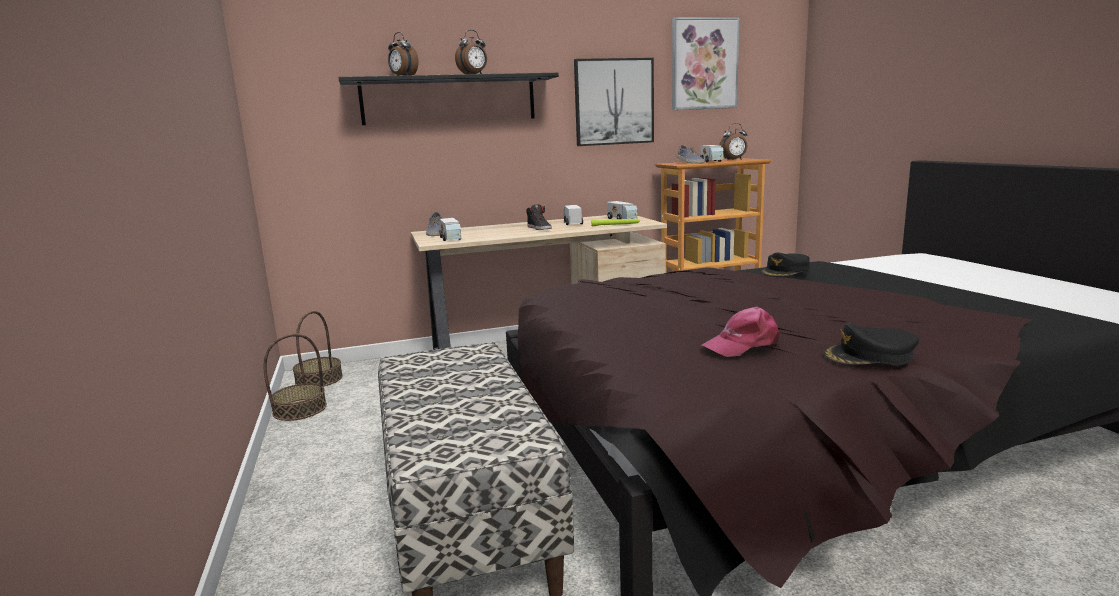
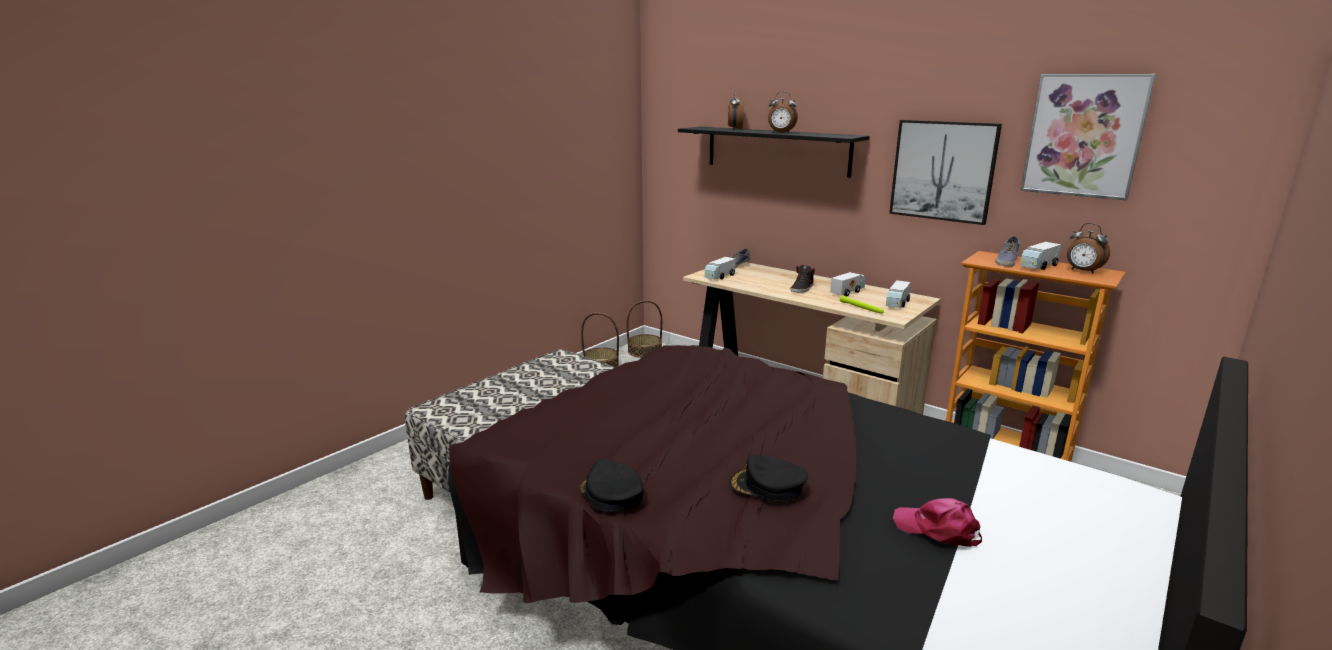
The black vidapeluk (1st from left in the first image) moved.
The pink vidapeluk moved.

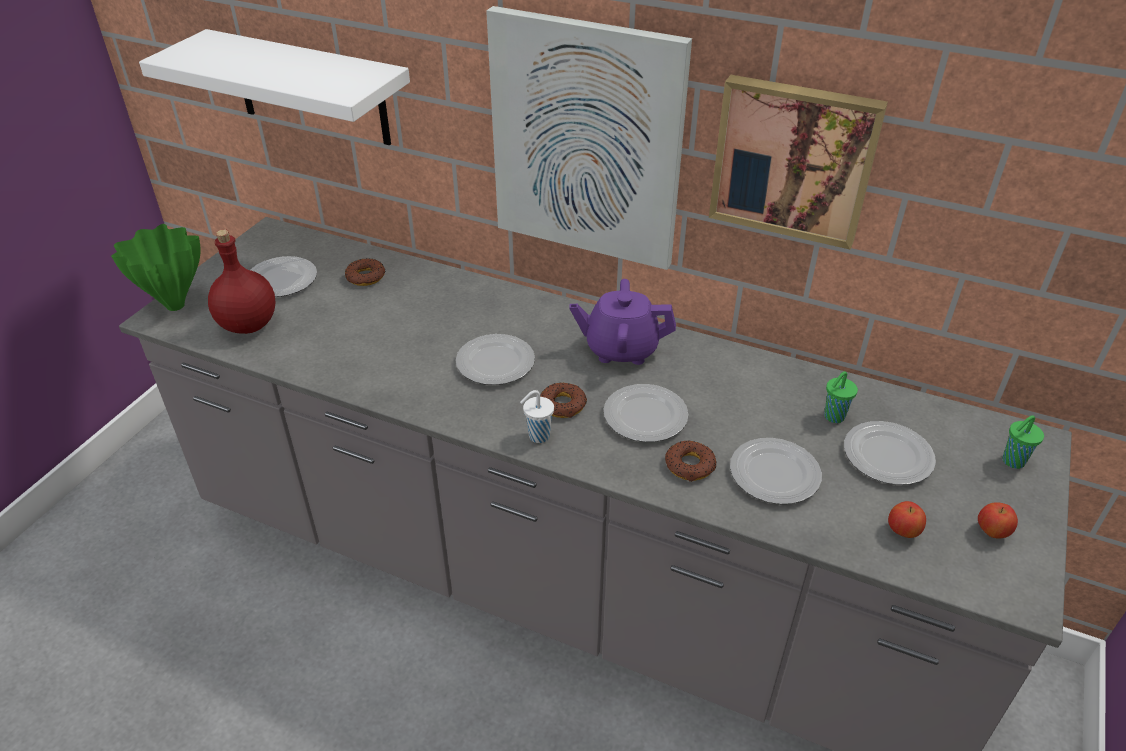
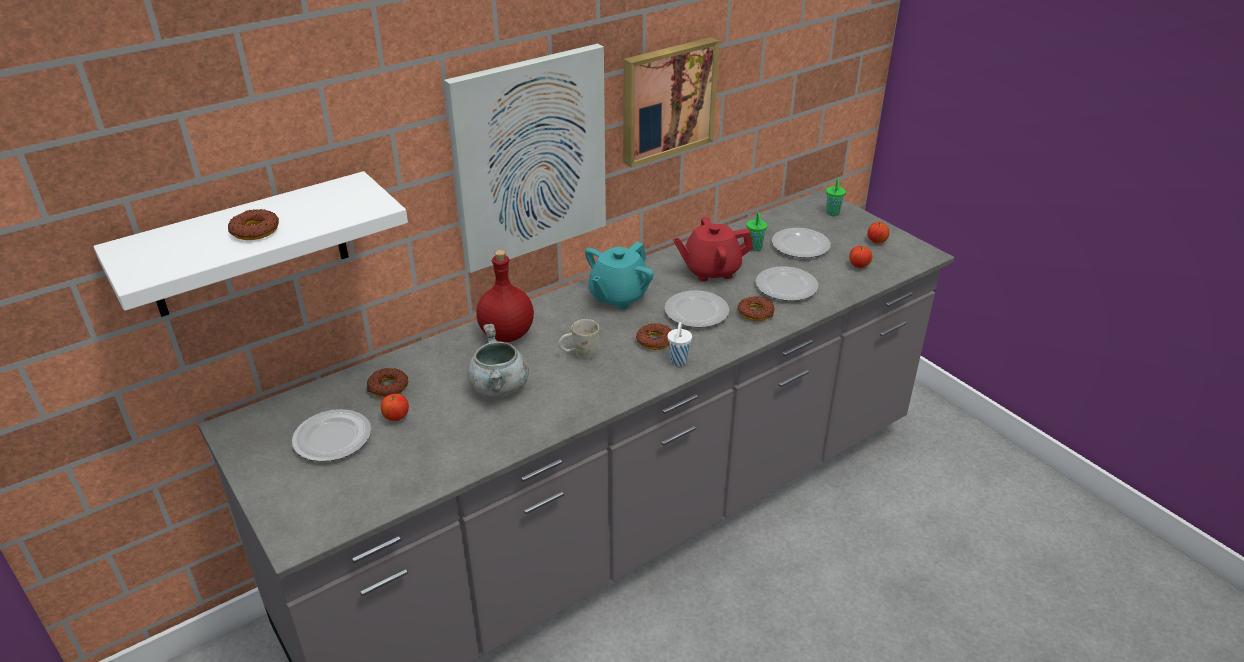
The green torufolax disappeared.
The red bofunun moved.
The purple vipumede became the turquoise vipumede.
The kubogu (2nd from left) was replaced by the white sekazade.
The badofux (1st from left) appeared.
The red vipumede appeared.
The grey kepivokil appeared.
The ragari (1st from left) appeared.

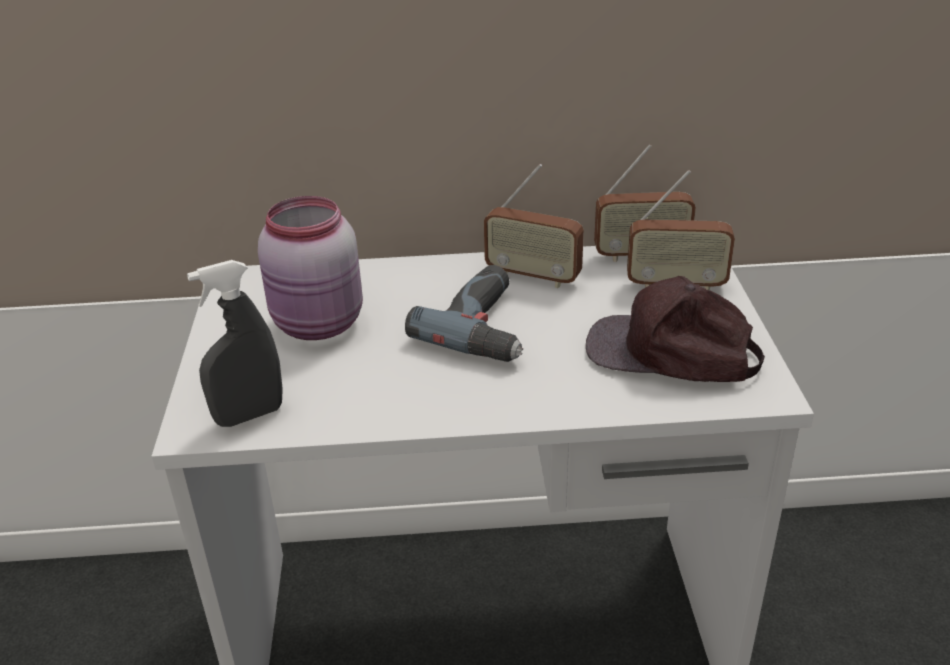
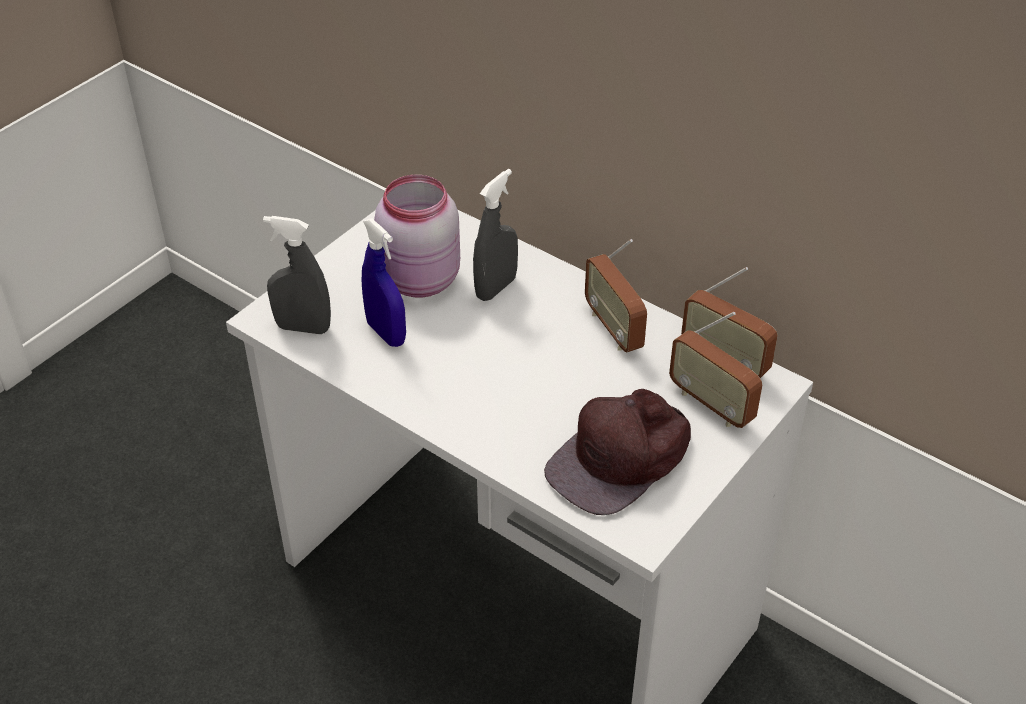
The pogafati disappeared.
The brown vidapeluk turned 105 degrees counterclockwise.
The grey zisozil (2nd from left) appeared.
The blue zisozil appeared.

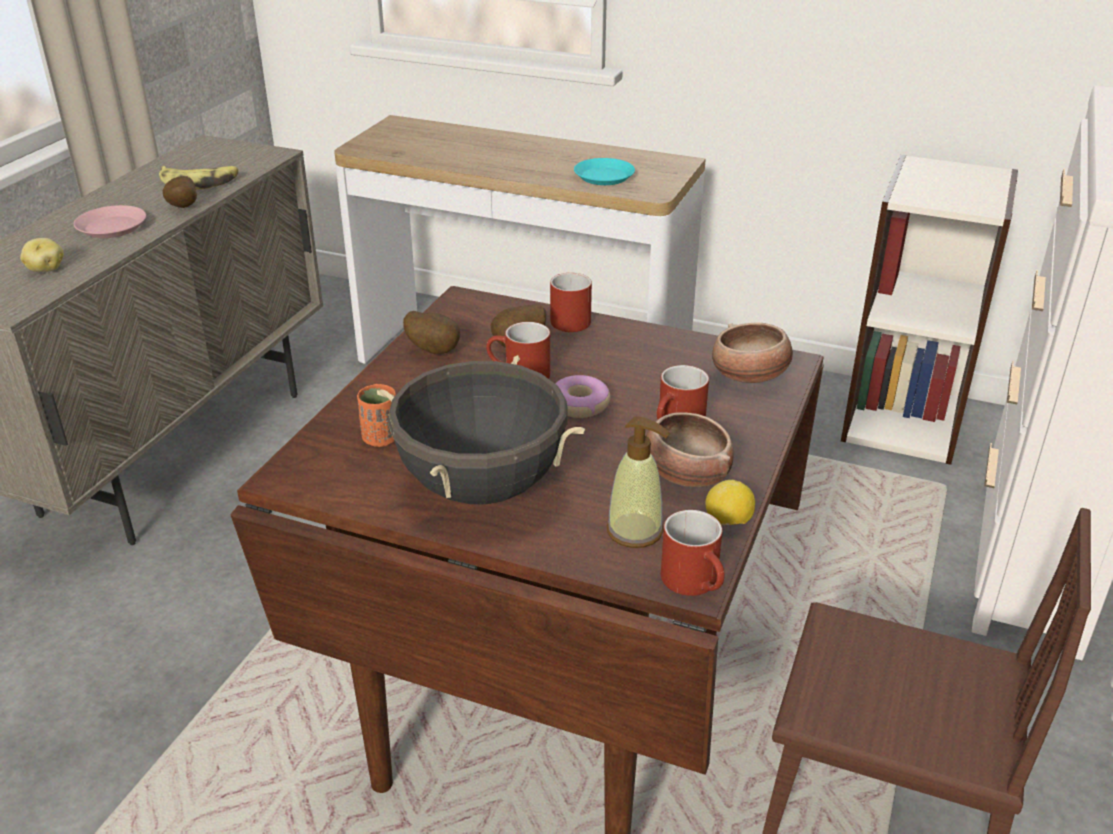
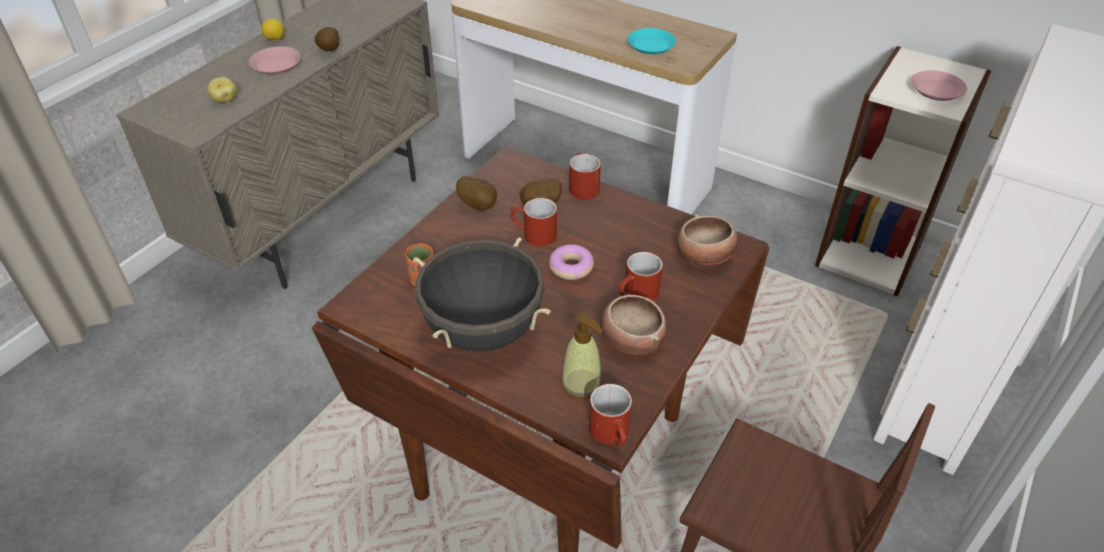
The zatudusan disappeared.
The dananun moved.
The pink kubogu (2nd from left) appeared.

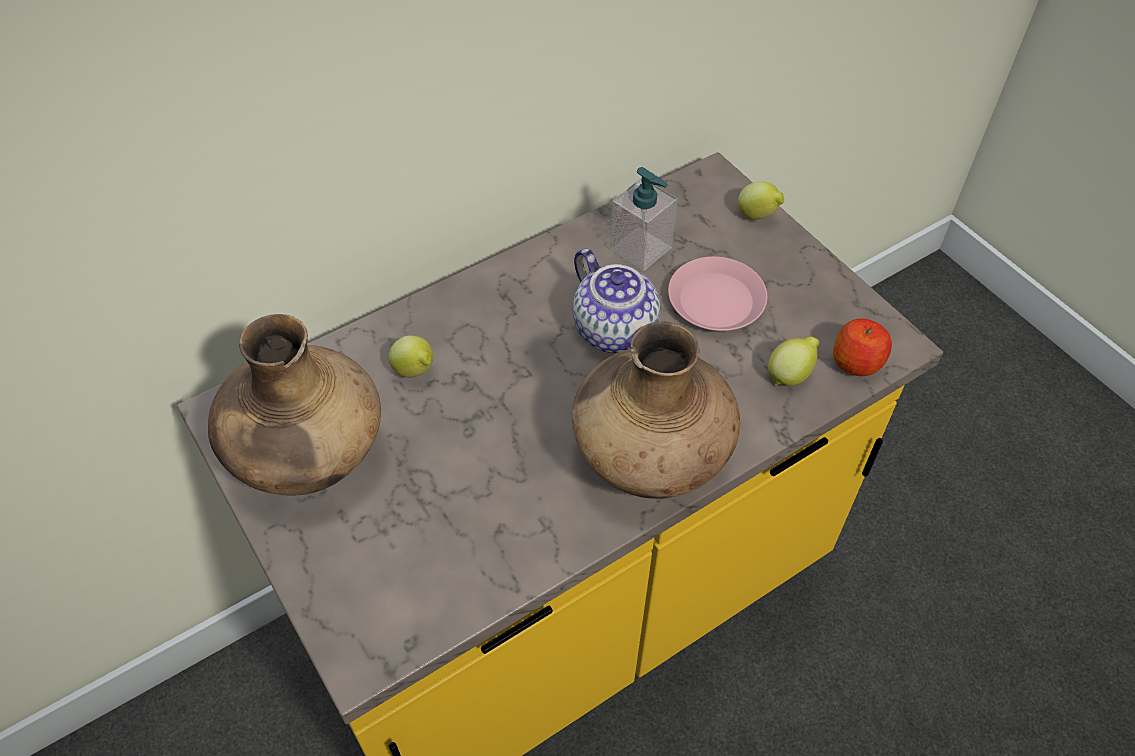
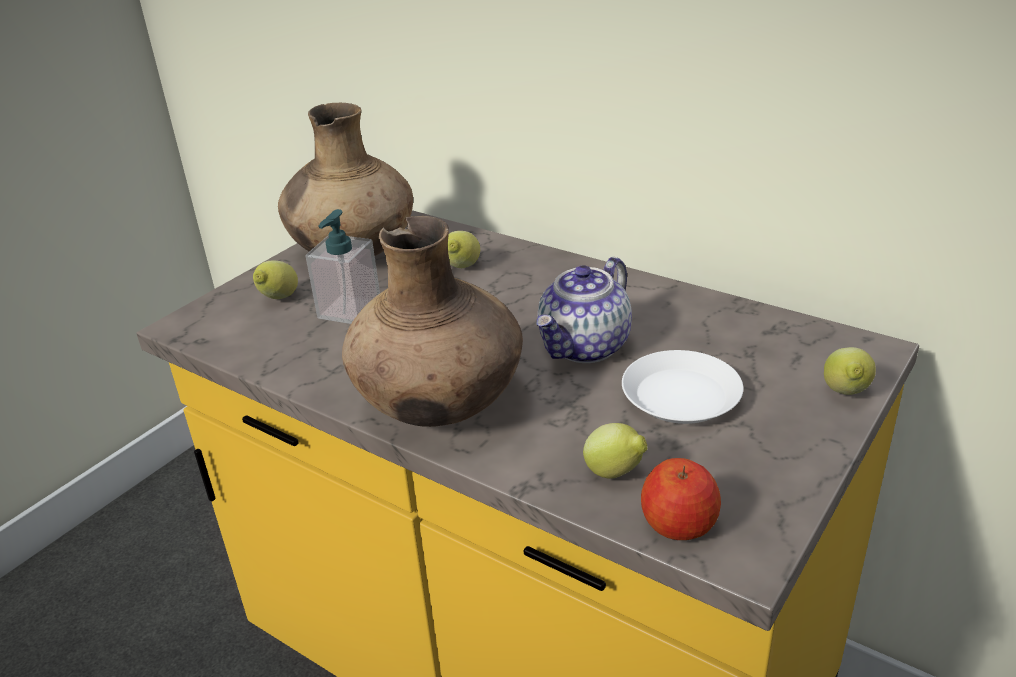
The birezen moved.
The pink kubogu became the white kubogu.
The dananun (1st from left) appeared.

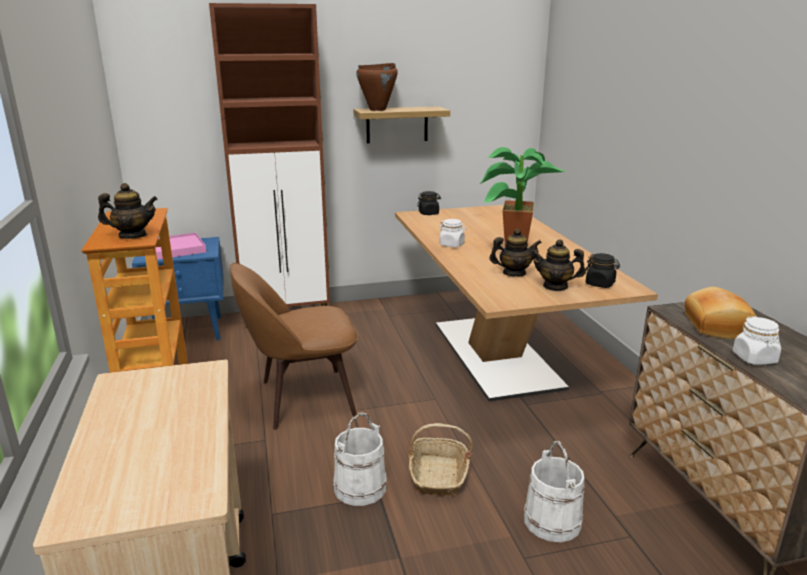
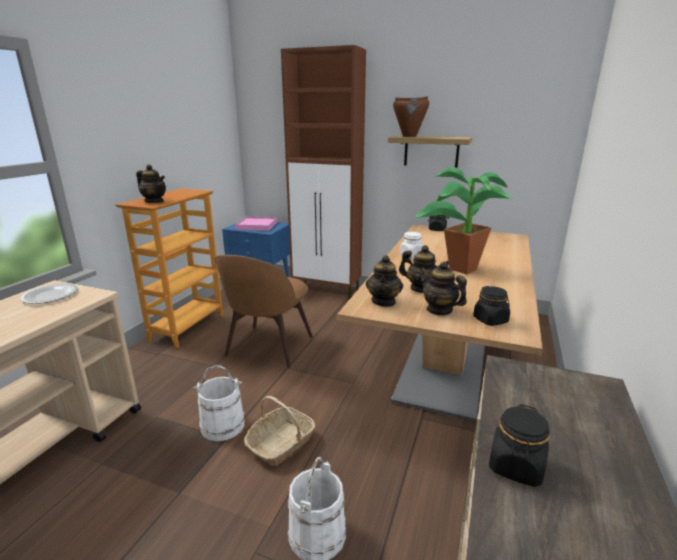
The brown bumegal turned 90 degrees counterclockwise.
The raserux disappeared.
The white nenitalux (2nd from left) became the black nenitalux (3rd from left).
The vipumede (2nd from left) appeared.
The kubogu appeared.

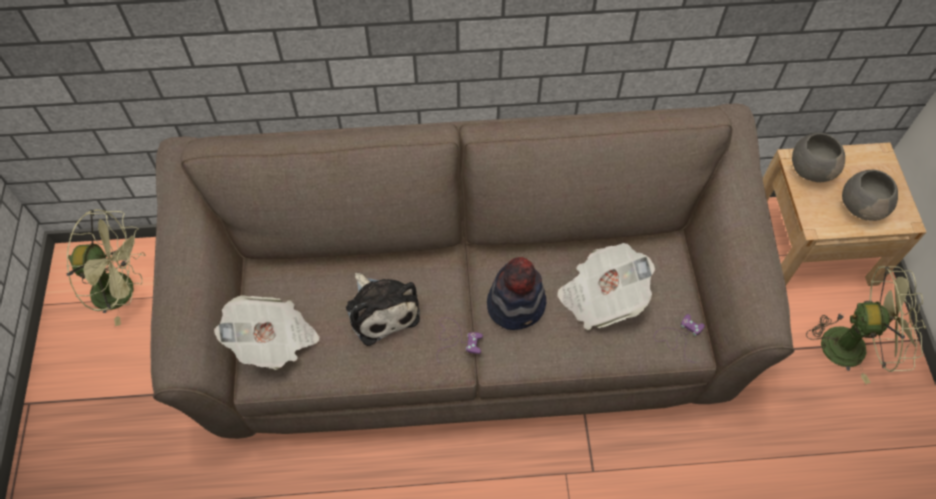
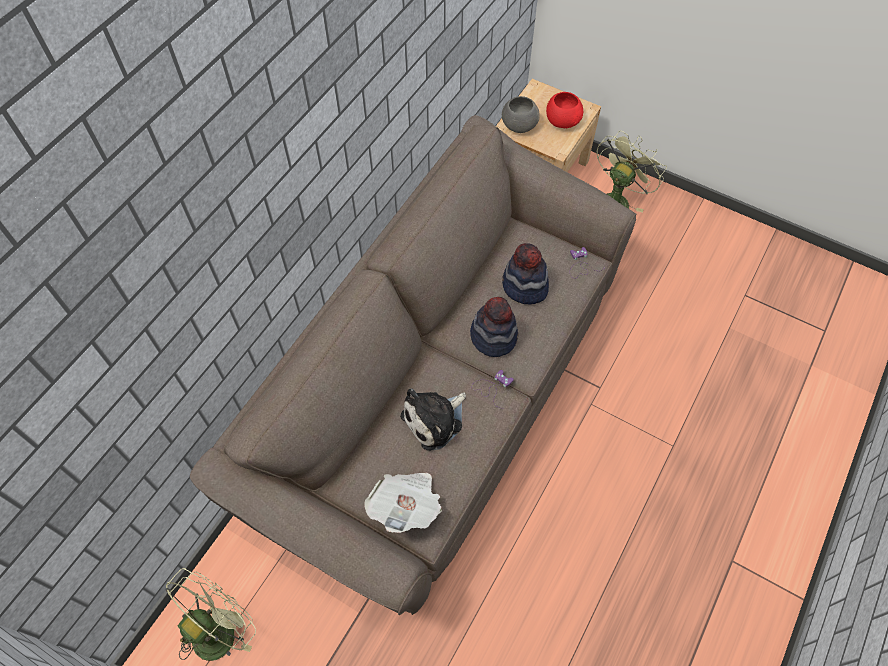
The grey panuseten (2nd from left) became the red panuseten.
The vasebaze (2nd from left) was replaced by the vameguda (2nd from left).
The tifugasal turned 135 degrees clockwise.

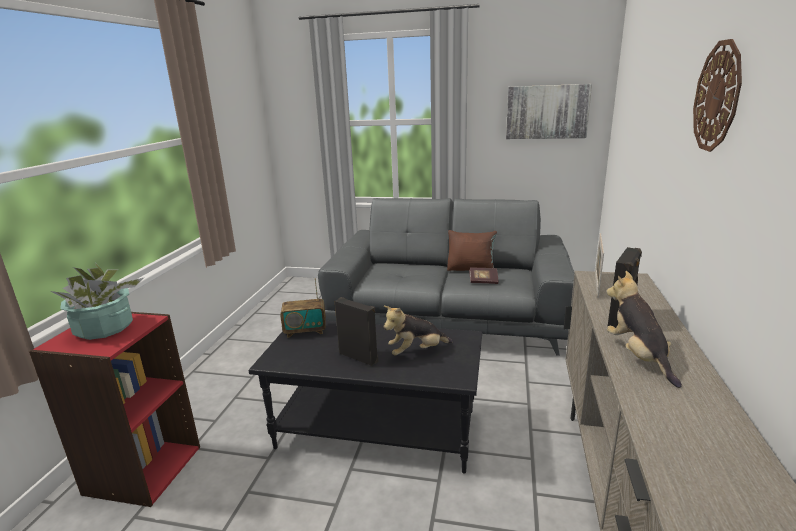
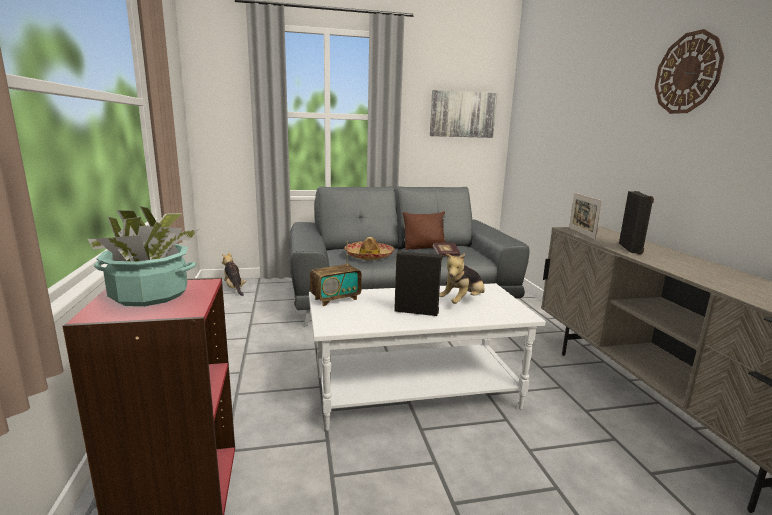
The tifugasal (2nd from left in the first image) moved.
The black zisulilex became the white zisulilex.
The vameguda appeared.

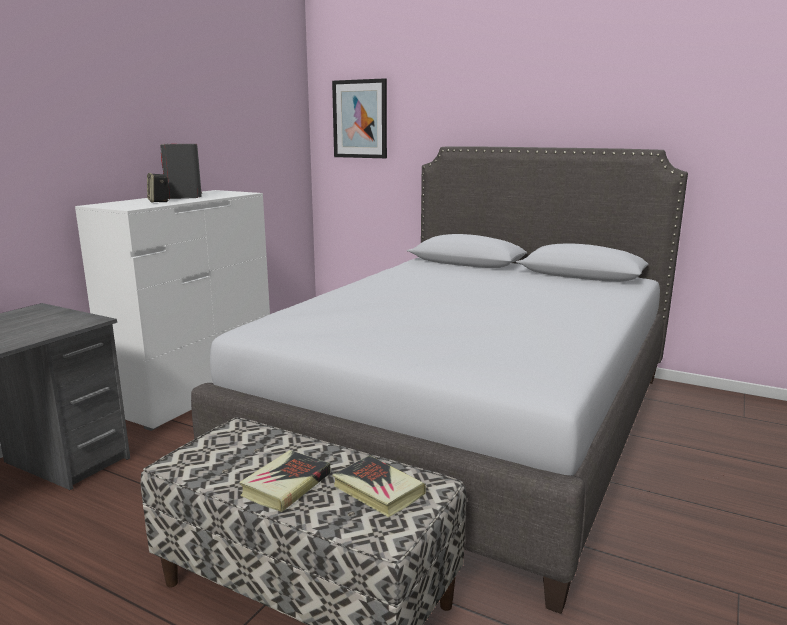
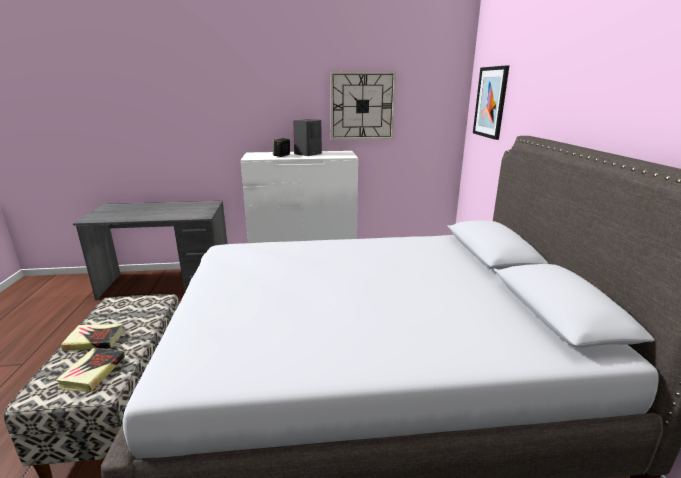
The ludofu appeared.

